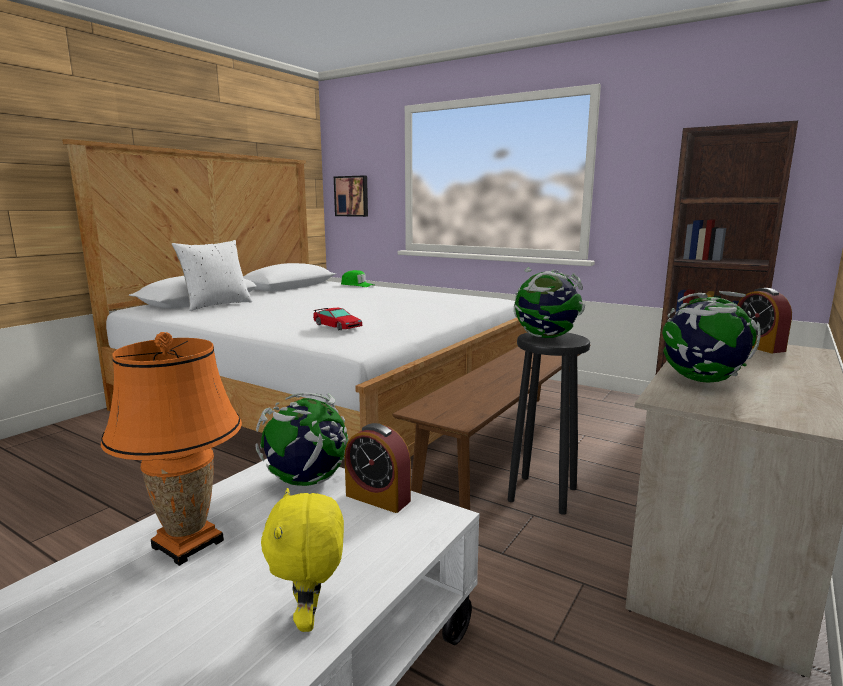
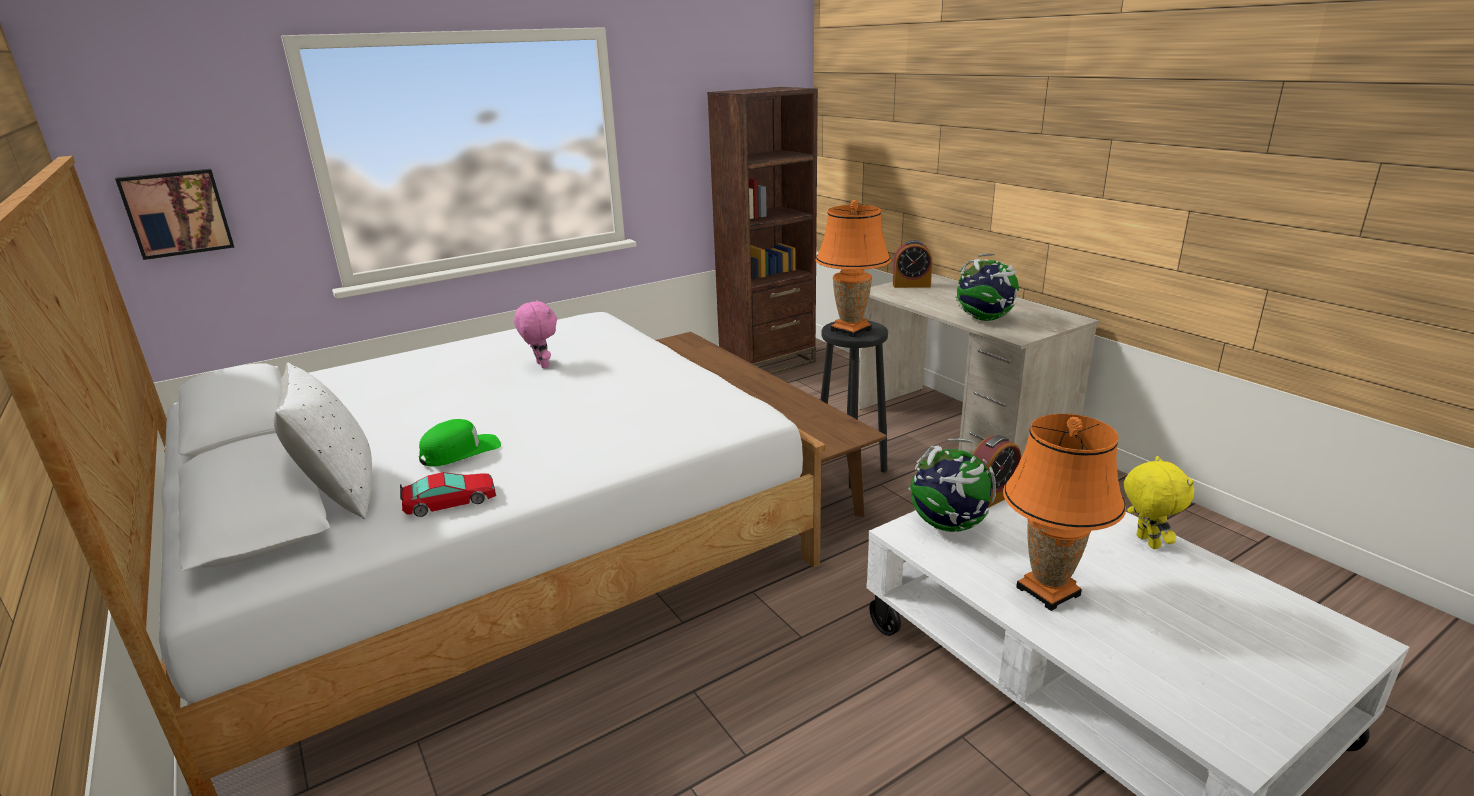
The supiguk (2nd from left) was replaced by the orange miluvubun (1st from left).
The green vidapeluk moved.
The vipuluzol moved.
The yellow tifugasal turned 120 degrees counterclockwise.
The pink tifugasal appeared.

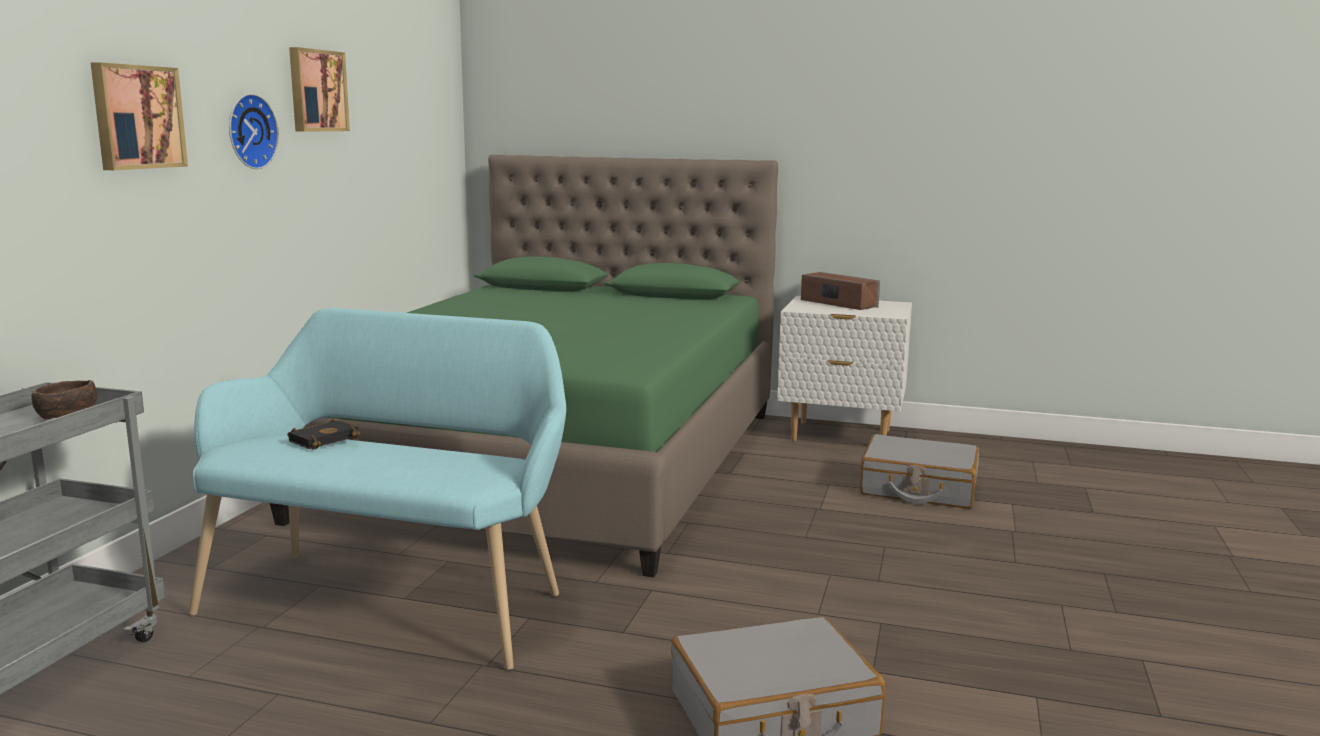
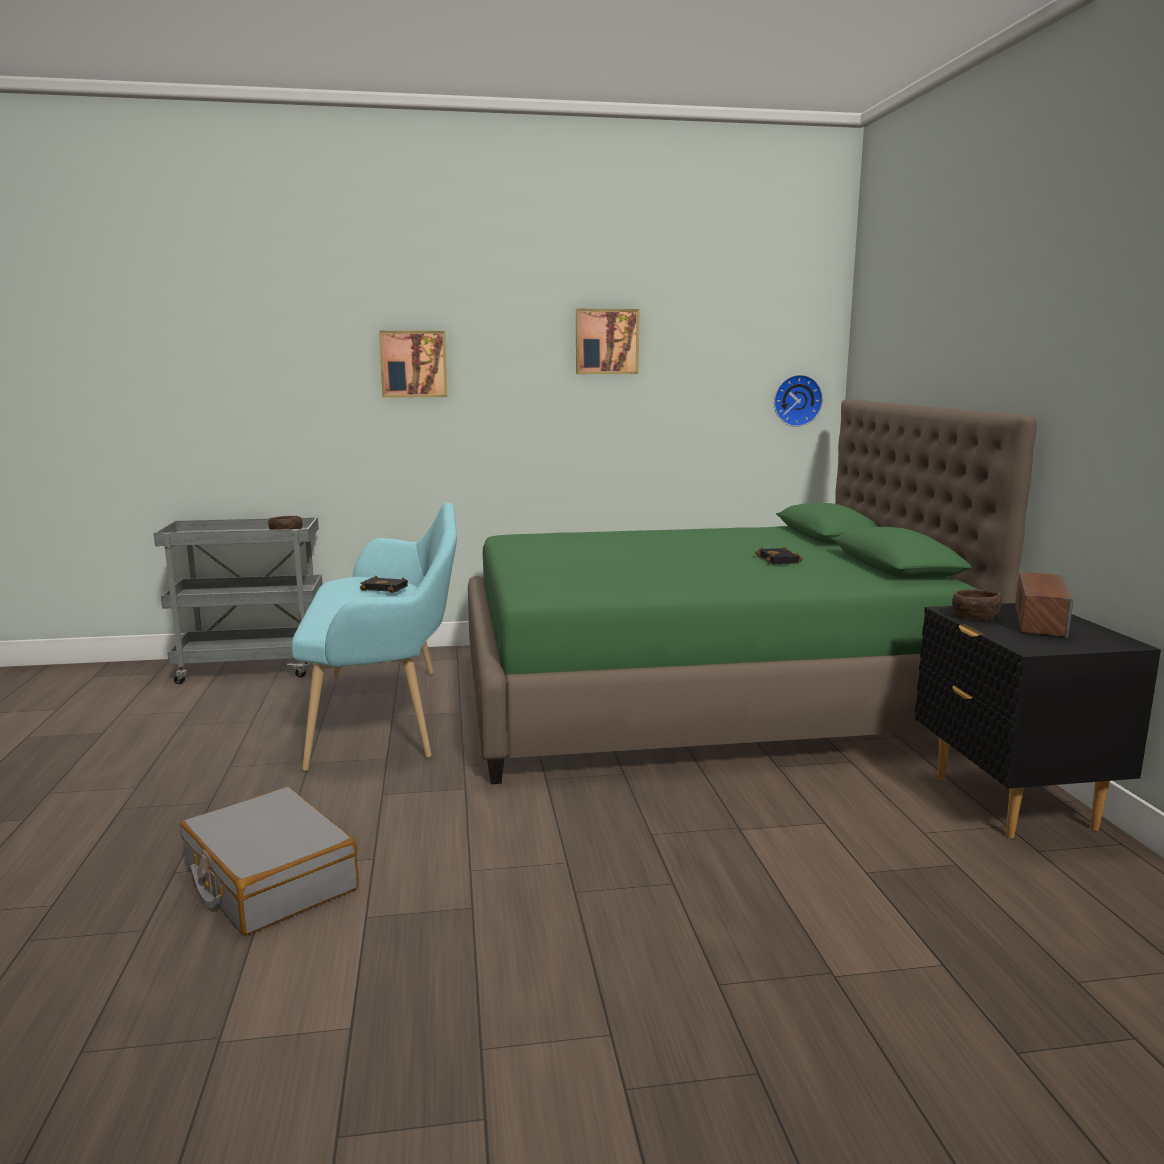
The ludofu moved.
The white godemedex became the black godemedex.
The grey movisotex (2nd from left) disappeared.
The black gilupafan (2nd from left) appeared.
The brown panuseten (2nd from left) appeared.

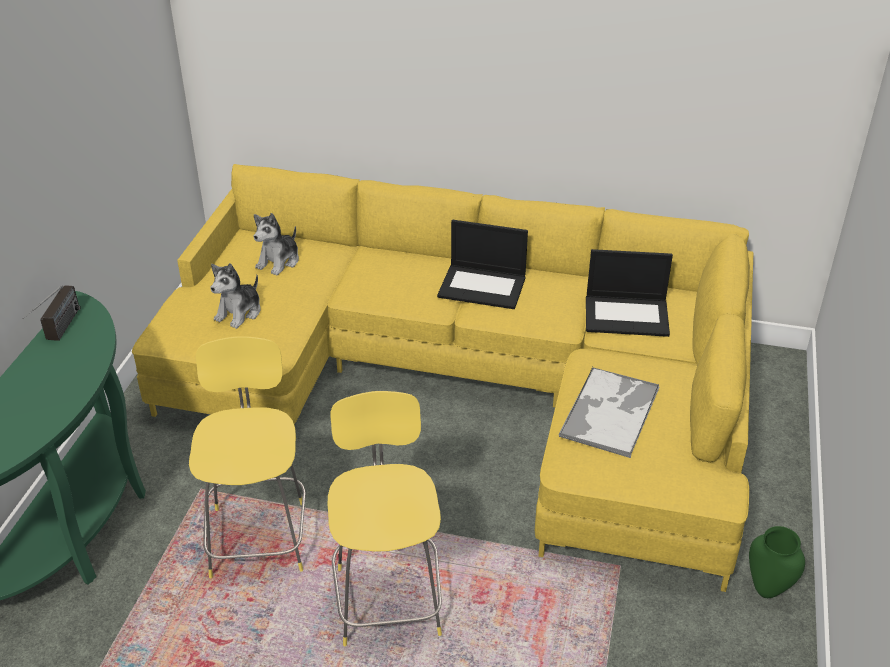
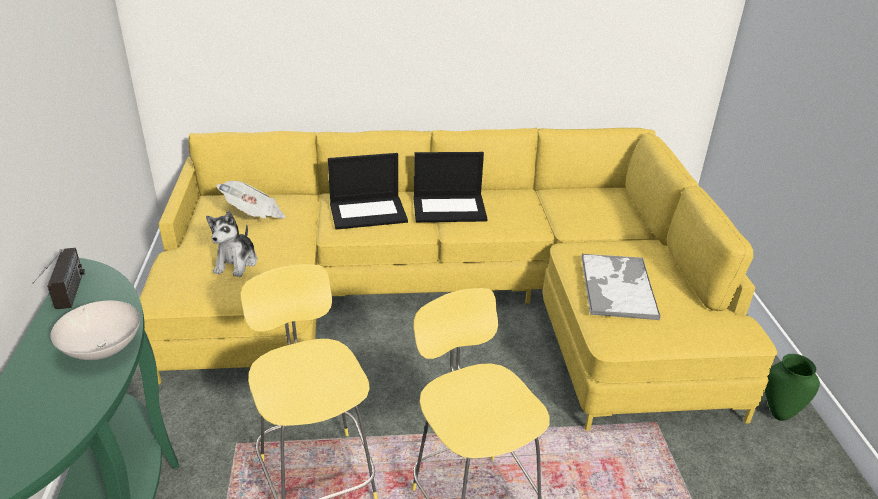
The tifugasal (2nd from left) was replaced by the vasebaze.
The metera (2nd from left in the first image) moved.
The white panuseten appeared.

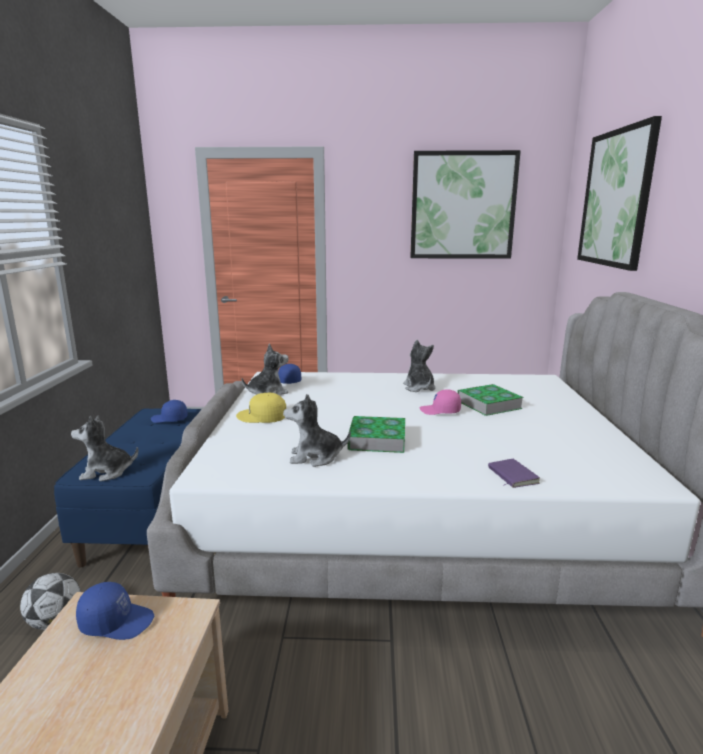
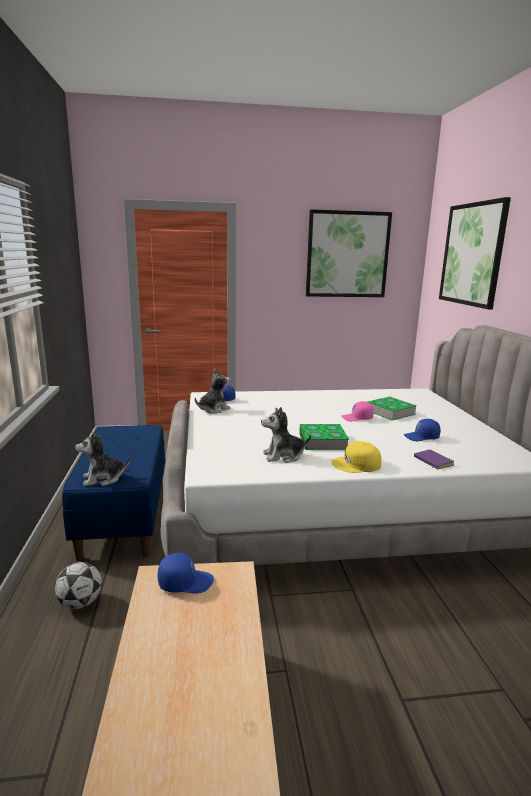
The tifugasal (4th from left) disappeared.
The yellow vidapeluk moved.
The blue vidapeluk (2nd from left in the first image) moved.

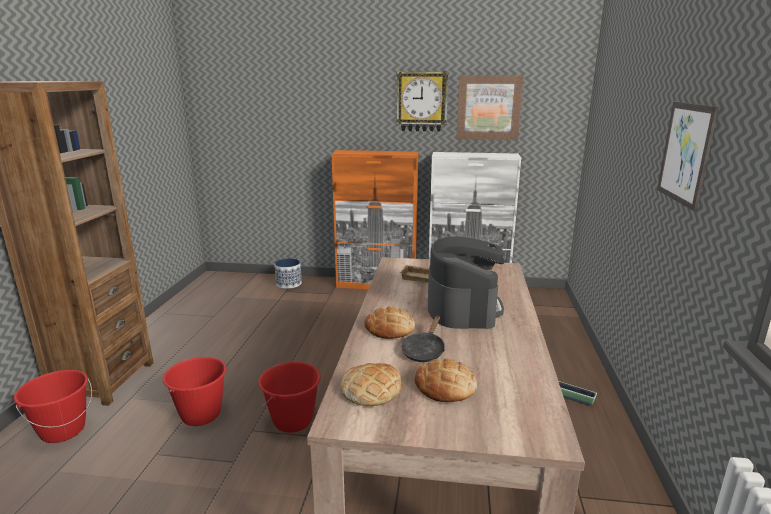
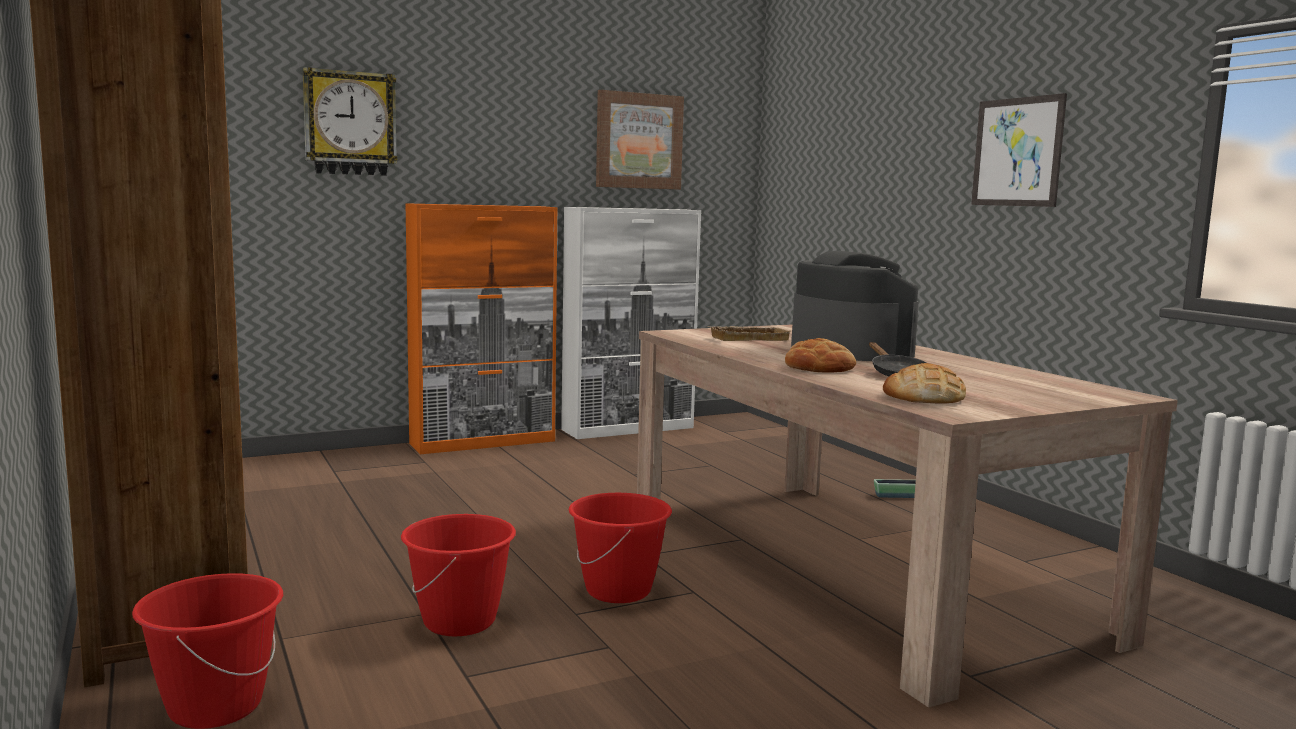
The ludofu moved.
The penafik (1st from left) disappeared.
The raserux (3rd from left) disappeared.

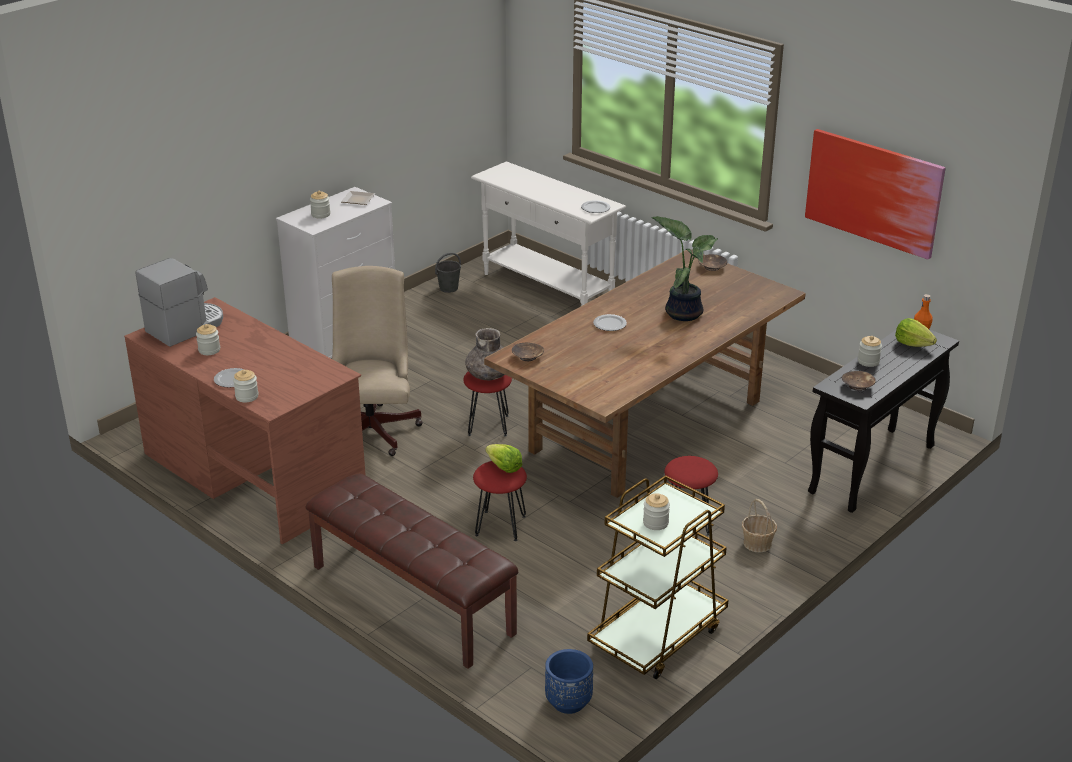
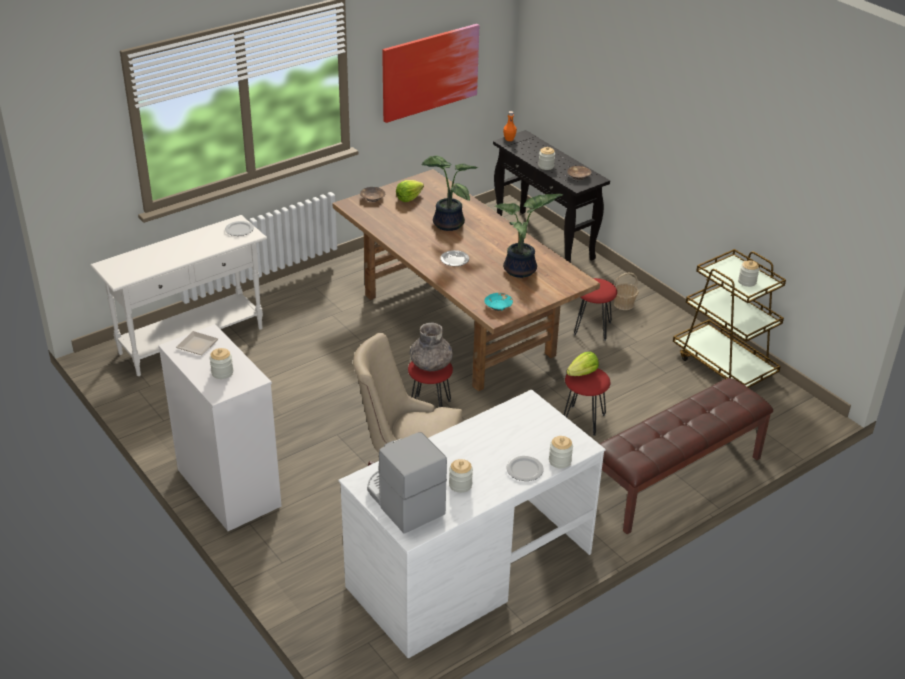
The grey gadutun disappeared.
The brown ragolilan became the white ragolilan.
The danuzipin (2nd from left in the first image) moved.
The brown panuseten (1st from left) became the turquoise panuseten.
The blue penafik disappeared.
The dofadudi (2nd from left) appeared.

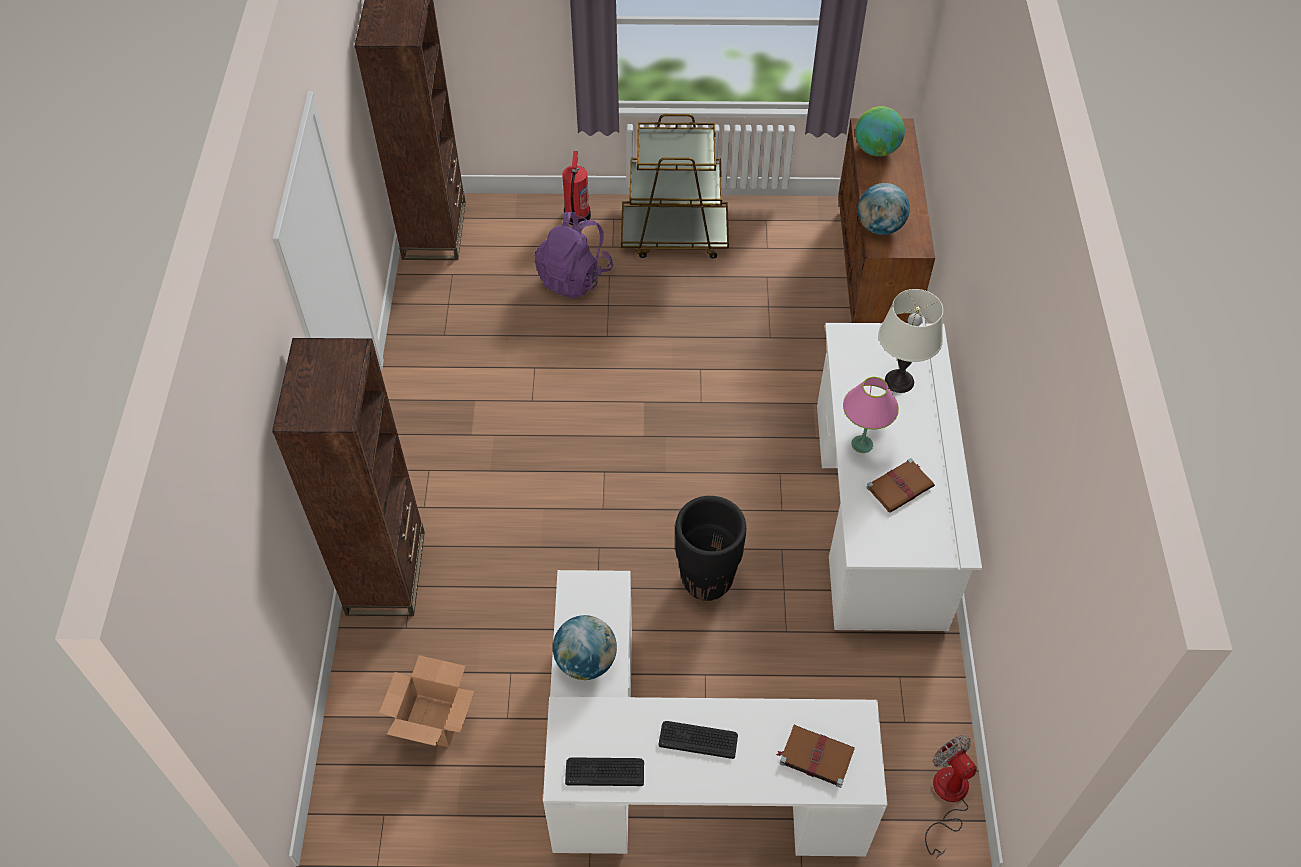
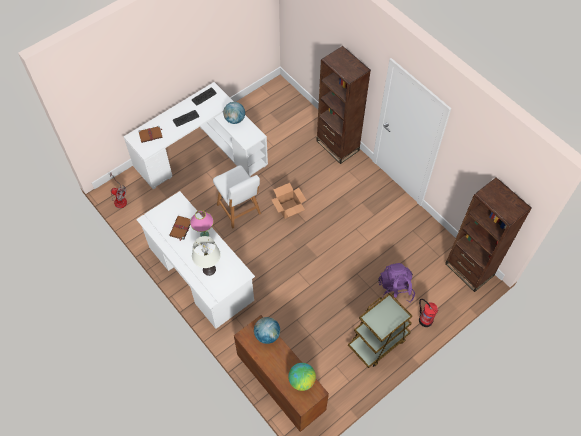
The black penafik was replaced by the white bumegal.
The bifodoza moved.

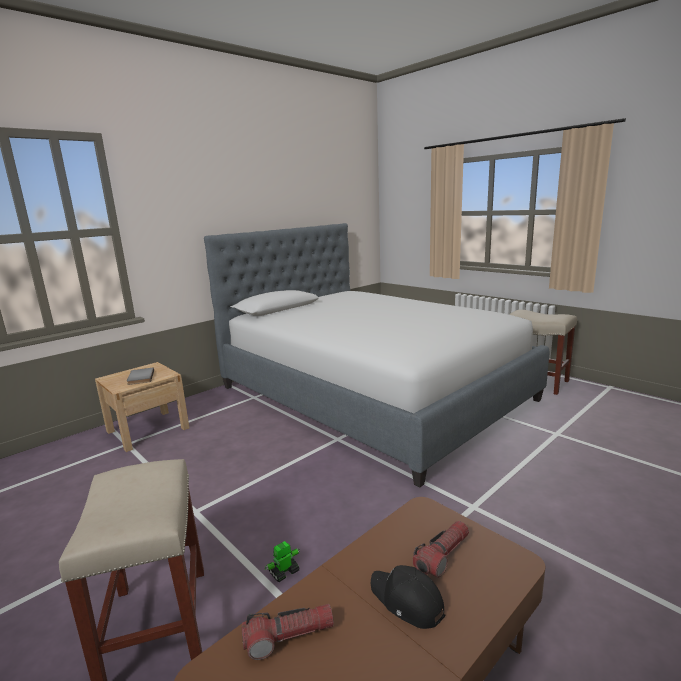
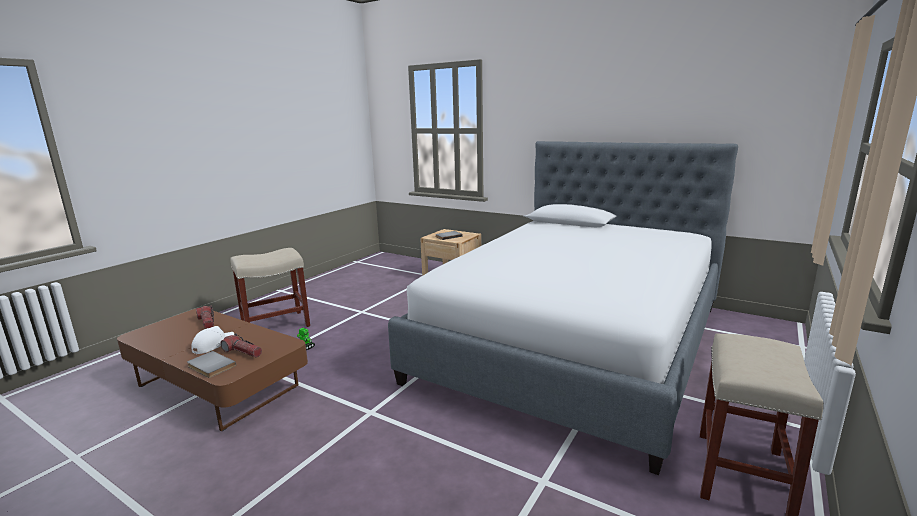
The black vidapeluk became the white vidapeluk.
The grey gilupafan (1st from left) appeared.

